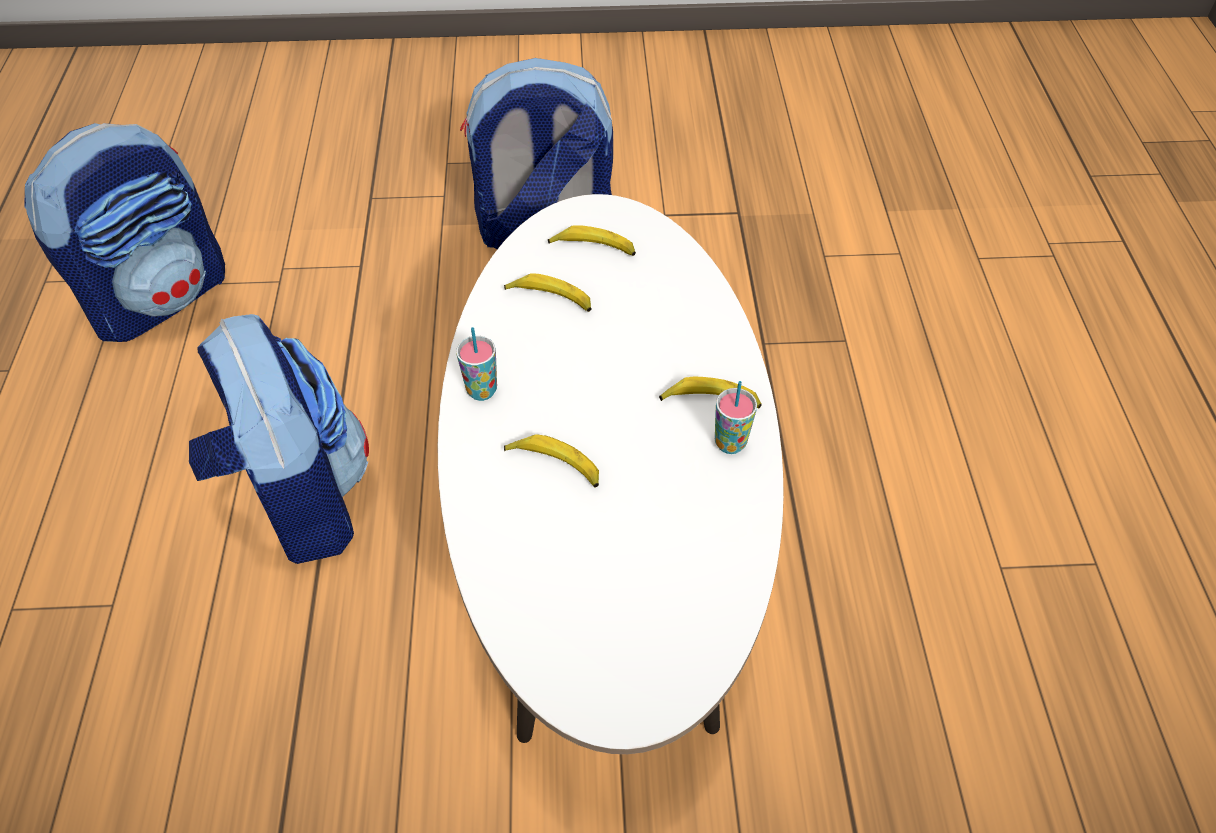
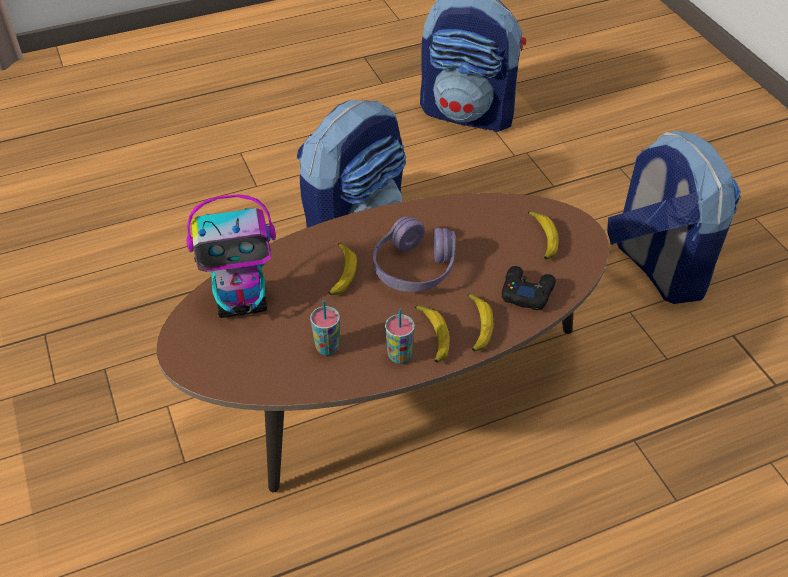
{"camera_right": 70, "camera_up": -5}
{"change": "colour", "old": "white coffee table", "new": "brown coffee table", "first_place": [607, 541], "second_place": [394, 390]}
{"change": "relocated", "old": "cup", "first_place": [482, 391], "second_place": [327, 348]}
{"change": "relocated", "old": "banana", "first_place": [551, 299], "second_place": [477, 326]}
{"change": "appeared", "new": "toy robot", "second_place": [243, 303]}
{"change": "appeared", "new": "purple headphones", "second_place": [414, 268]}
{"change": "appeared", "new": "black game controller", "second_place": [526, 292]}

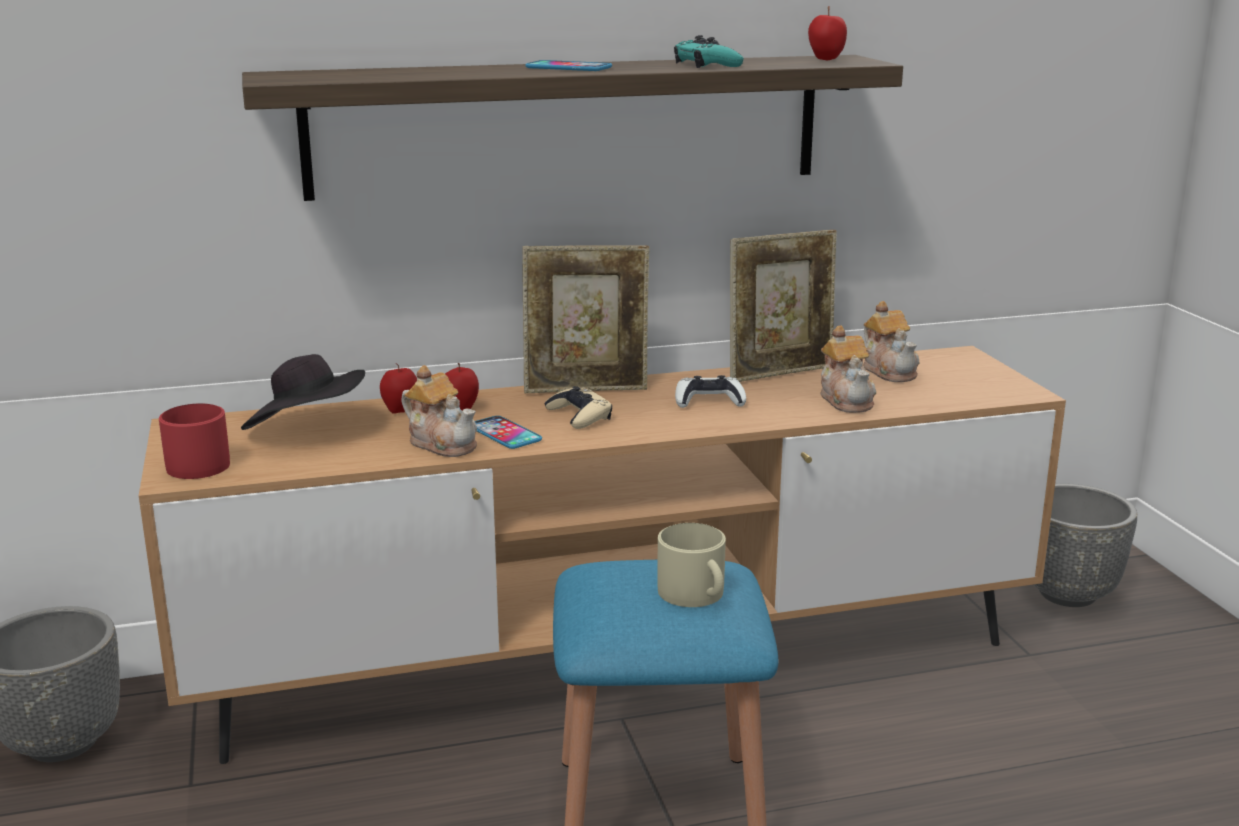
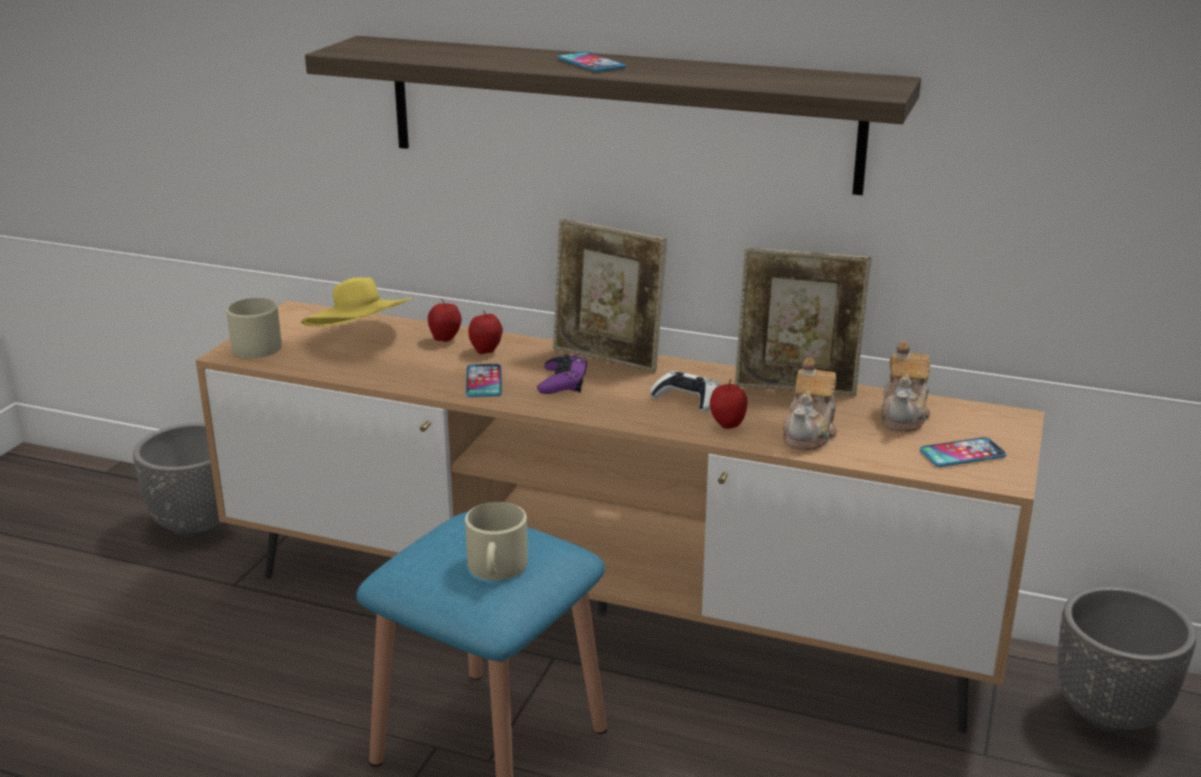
{"camera_right": 35, "camera_up": 5}
{"change": "colour", "old": "red mug", "new": "beige mug", "first_place": [194, 464], "second_place": [257, 345]}
{"change": "colour", "old": "black hat", "new": "yellow hat", "first_place": [308, 431], "second_place": [361, 339]}
{"change": "missing", "old": "teapot", "first_place": [442, 443]}
{"change": "colour", "old": "beige game controller", "new": "purple game controller", "first_place": [579, 416], "second_place": [562, 382]}
{"change": "missing", "old": "turquoise game controller", "first_place": [706, 64]}
{"change": "relocated", "old": "apple", "first_place": [826, 59], "second_place": [727, 426]}
{"change": "appeared", "new": "phone", "second_place": [962, 454]}

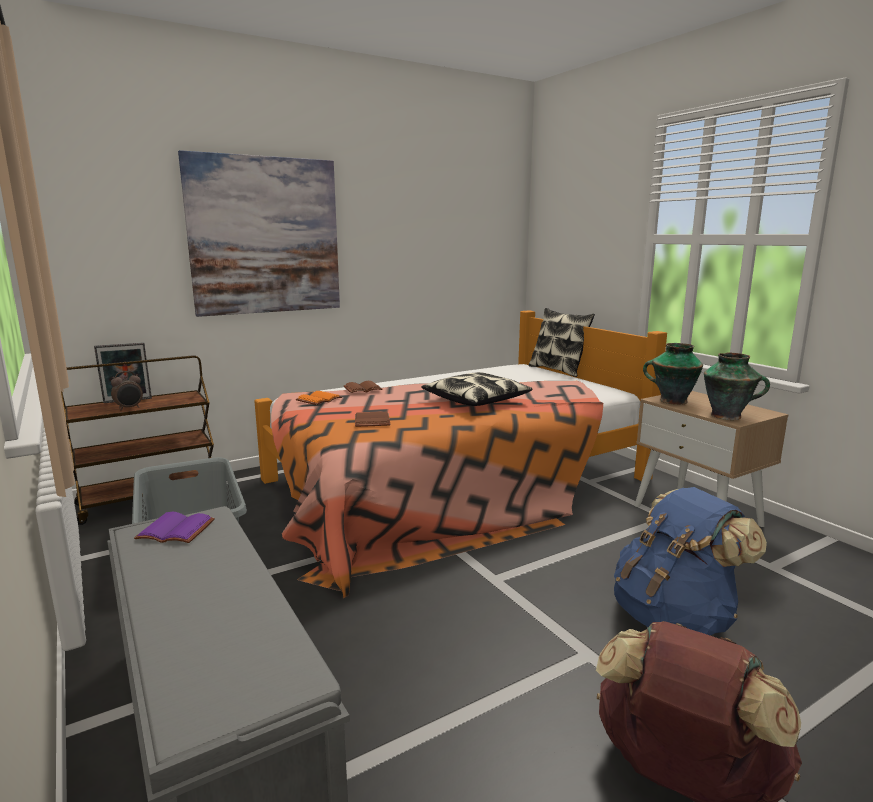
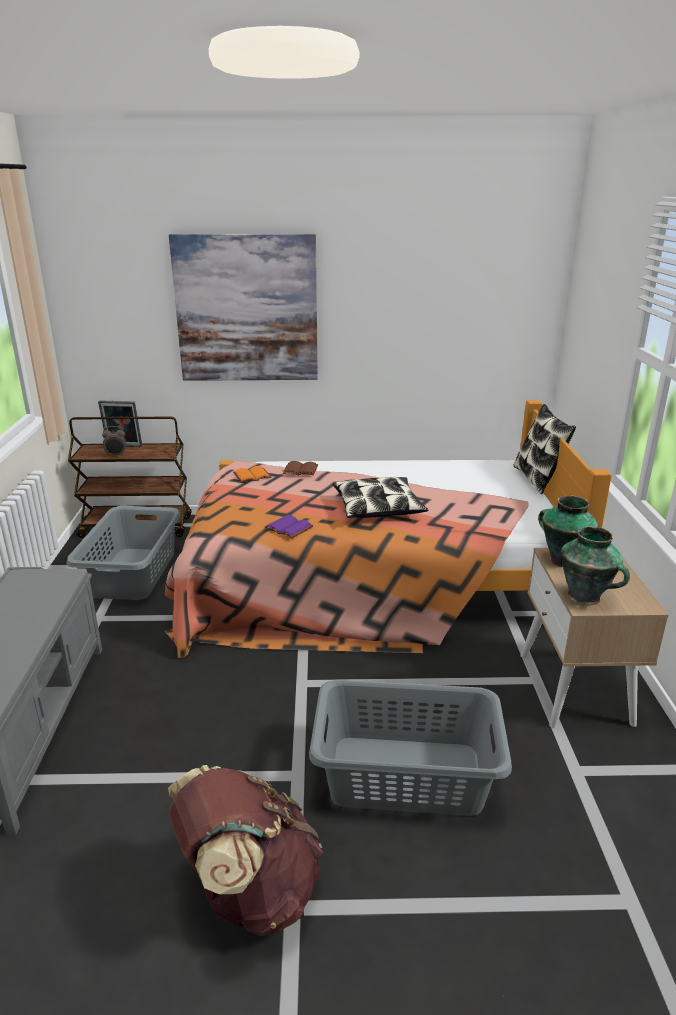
{"camera_right": 30, "camera_up": 10}
{"change": "relocated", "old": "purple book", "first_place": [177, 530], "second_place": [290, 527]}
{"change": "missing", "old": "brown book", "first_place": [373, 421]}
{"change": "exchanged", "old": "blue backpack", "new": "grey laundry basket", "first_place": [674, 617], "second_place": [407, 776]}

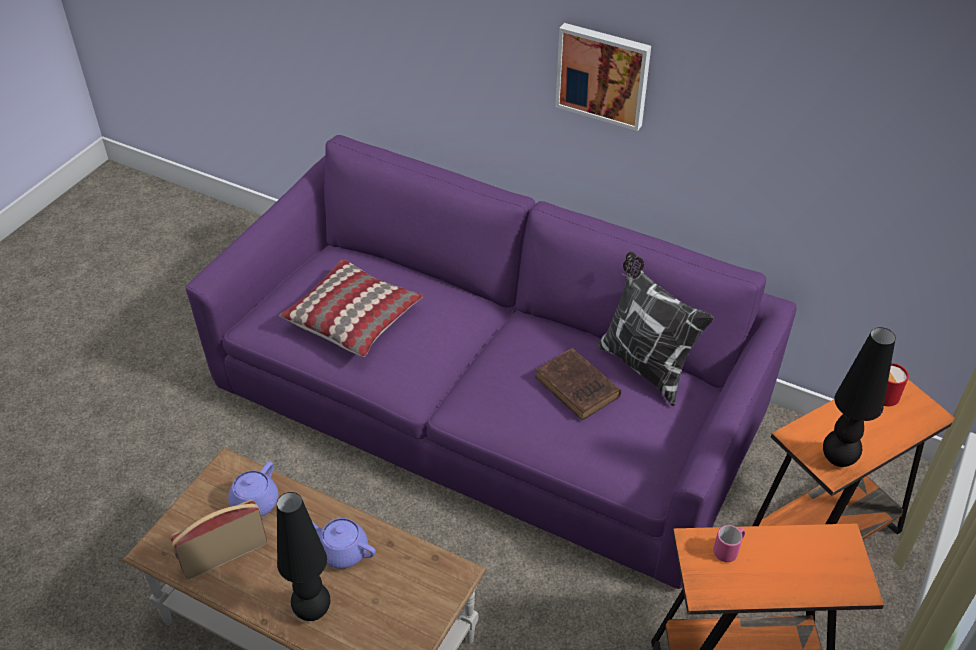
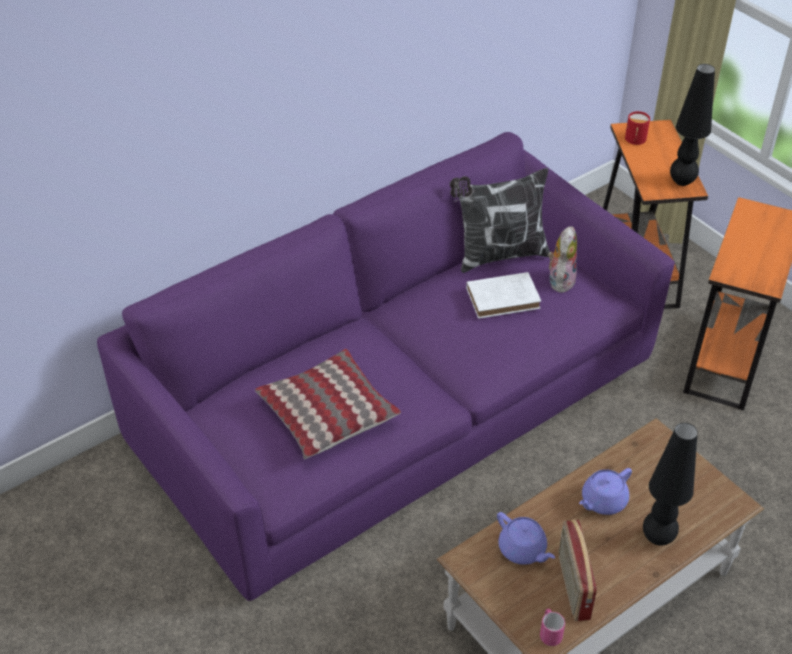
{"camera_right": -65, "camera_up": 0}
{"change": "colour", "old": "brown book", "new": "white book", "first_place": [578, 388], "second_place": [505, 298]}
{"change": "missing", "old": "picture", "first_place": [603, 74]}
{"change": "relocated", "old": "pink mug", "first_place": [728, 550], "second_place": [549, 633]}
{"change": "appeared", "new": "plush toy", "second_place": [560, 280]}

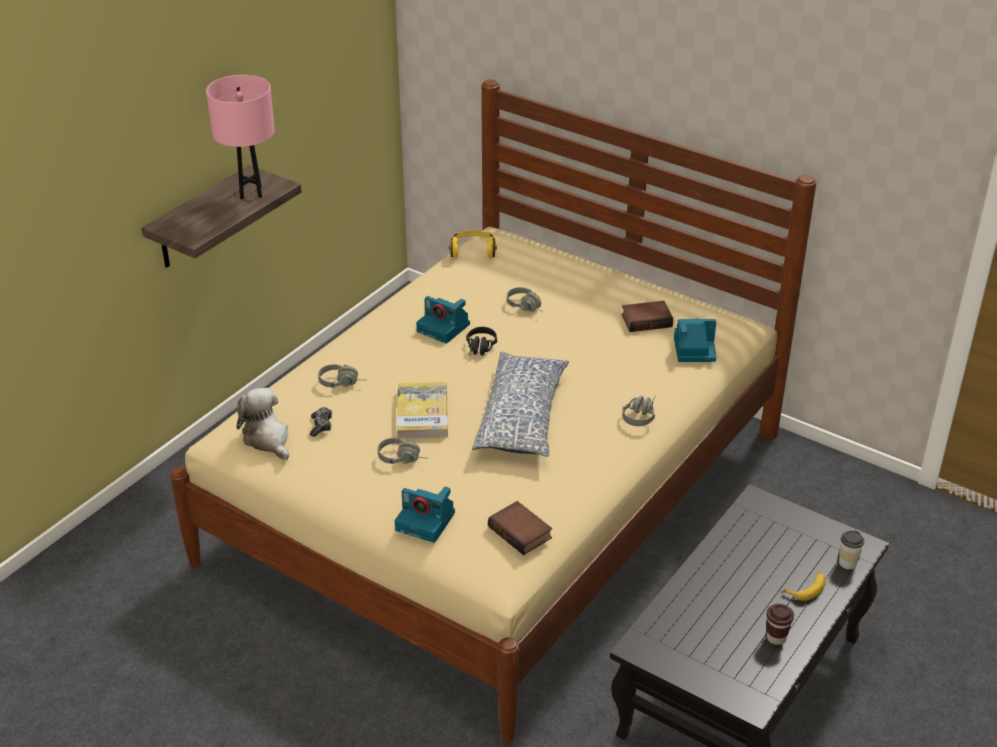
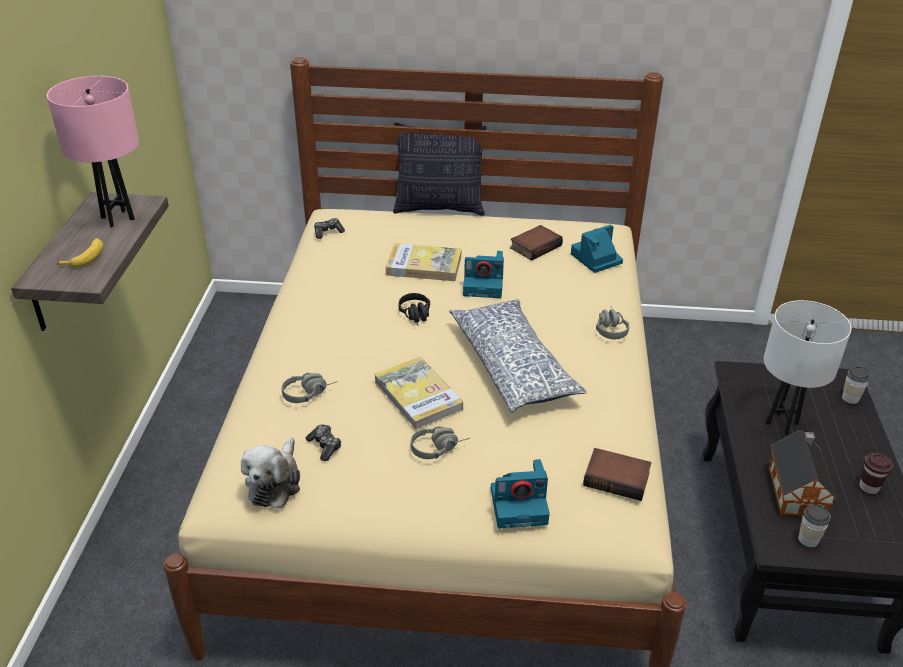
{"camera_right": -30, "camera_up": 0}
{"change": "spun", "old": "plush toy", "first_place": [267, 439], "second_place": [275, 482], "degrees": -105}
{"change": "relocated", "old": "photo camera", "first_place": [444, 328], "second_place": [484, 285]}
{"change": "exchanged", "old": "yellow headphones", "new": "game controller", "first_place": [473, 251], "second_place": [328, 232]}
{"change": "exchanged", "old": "grey headphones", "new": "book", "first_place": [527, 307], "second_place": [424, 265]}
{"change": "relocated", "old": "banana", "first_place": [807, 589], "second_place": [85, 257]}
{"change": "appeared", "new": "pillow", "second_place": [439, 208]}
{"change": "appeared", "new": "white table lamp", "second_place": [781, 424]}
{"change": "appeared", "new": "toy house", "second_place": [796, 490]}
{"change": "appeared", "new": "cup", "second_place": [808, 540]}

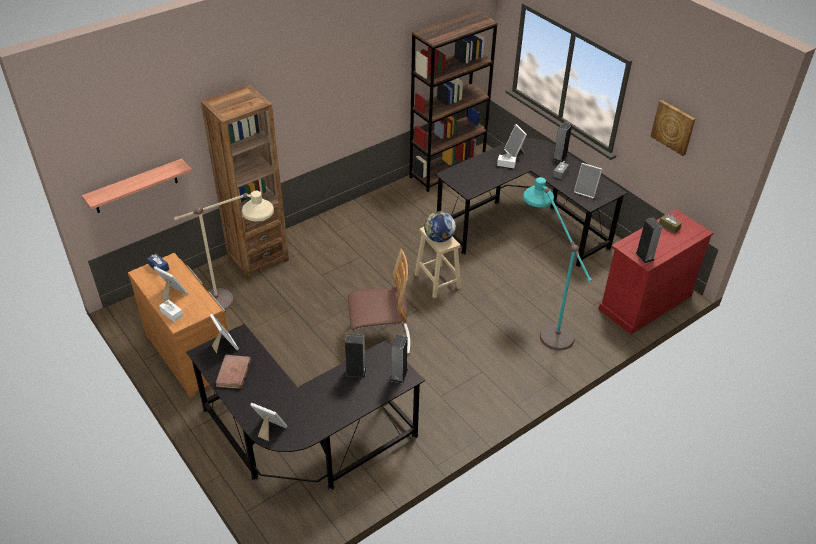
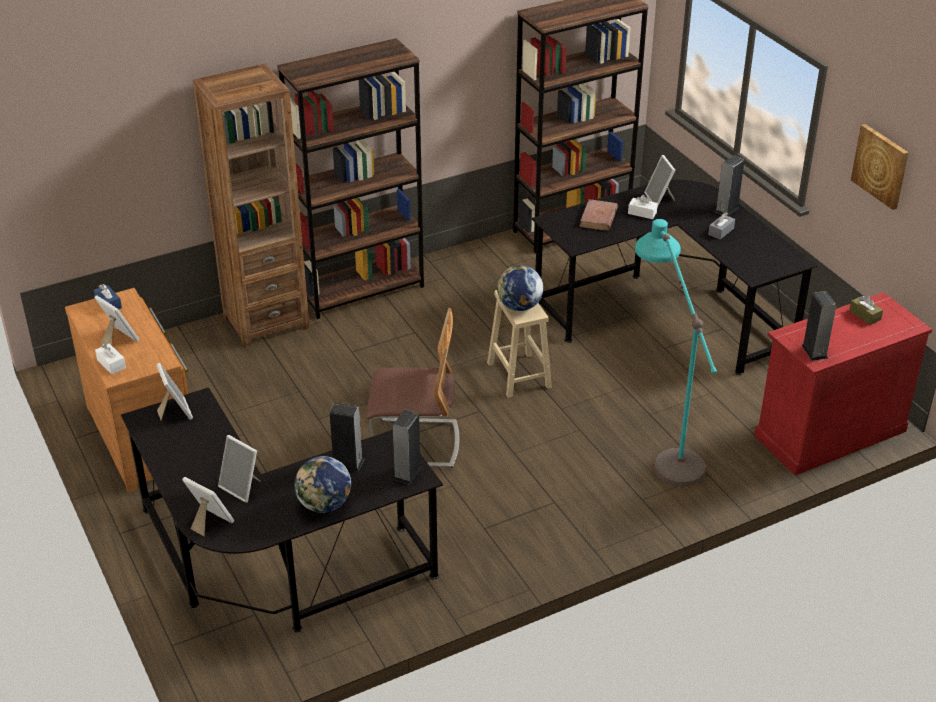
{"camera_right": 10, "camera_up": -5}
{"change": "missing", "old": "shelf", "first_place": [135, 186]}
{"change": "missing", "old": "beige floor lamp", "first_place": [239, 306]}
{"change": "relocated", "old": "brown book", "first_place": [233, 373], "second_place": [598, 218]}
{"change": "relocated", "old": "picture frame", "first_place": [586, 191], "second_place": [242, 487]}
{"change": "appeared", "new": "brown bookcase", "second_place": [361, 290]}
{"change": "appeared", "new": "globe", "second_place": [324, 505]}

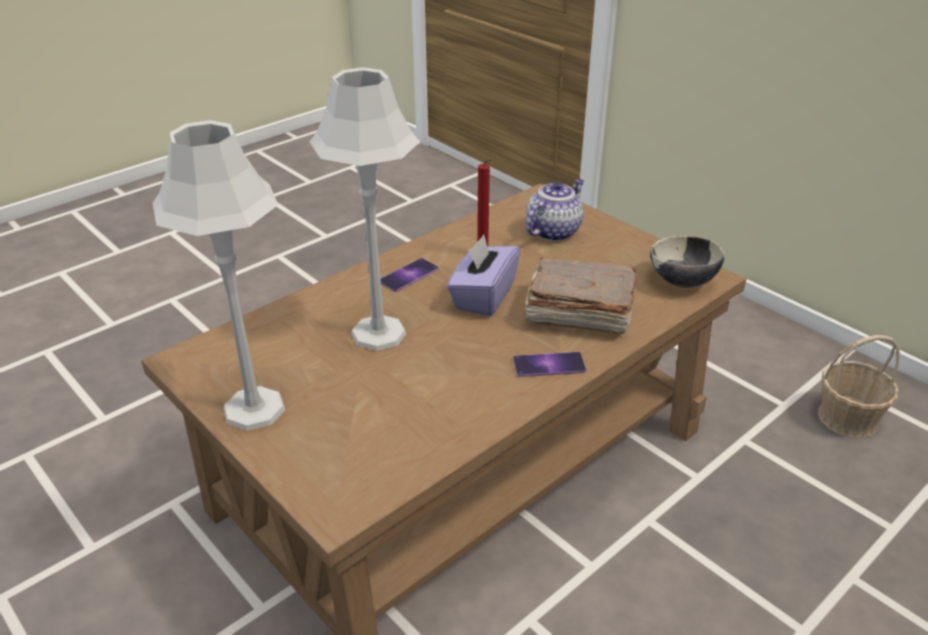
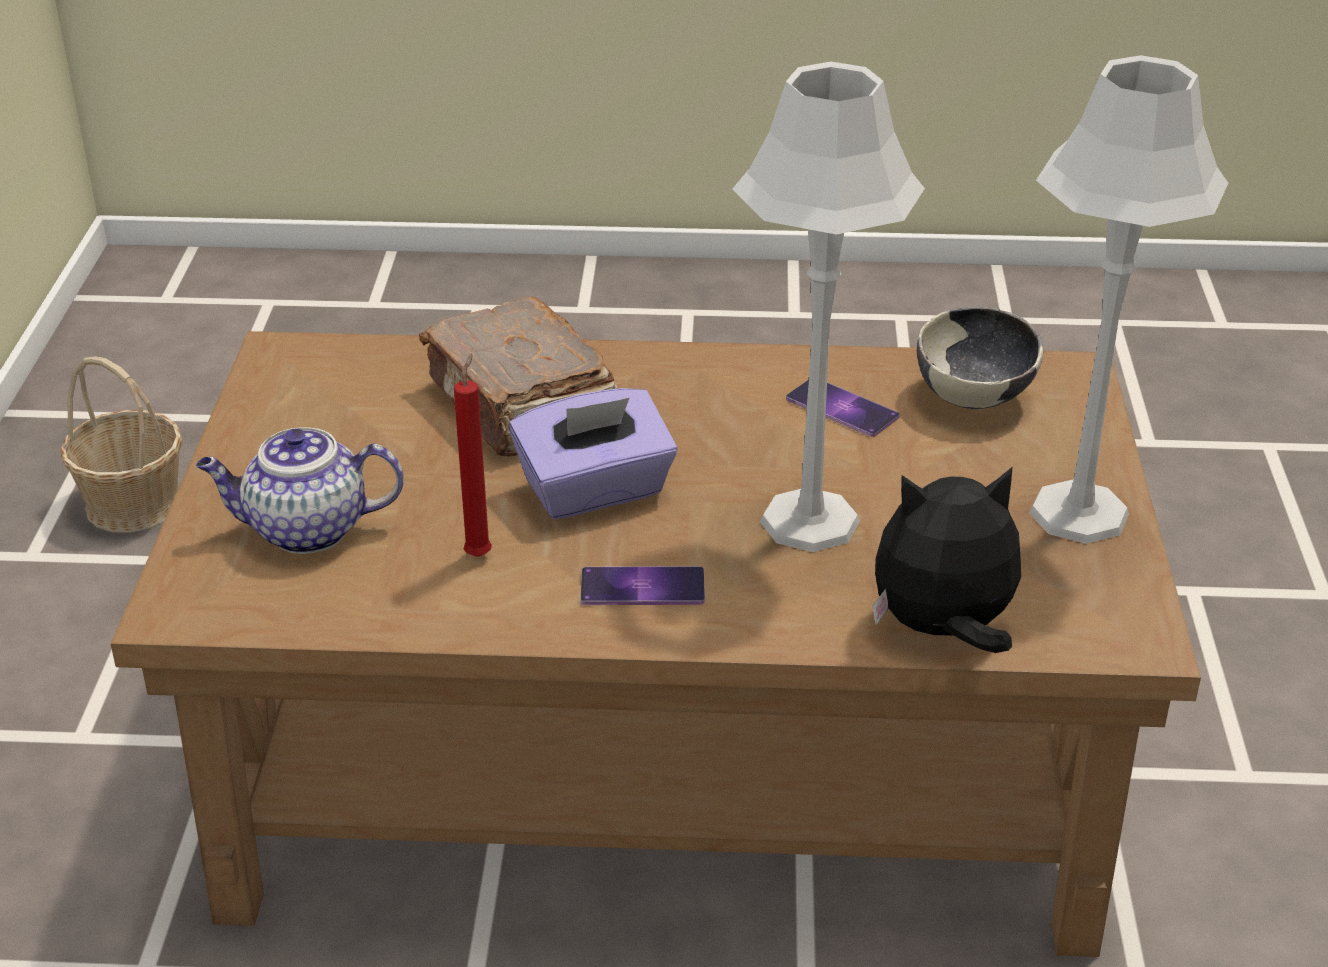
{"camera_right": -135, "camera_up": 0}
{"change": "relocated", "old": "phone", "first_place": [549, 365], "second_place": [842, 408]}
{"change": "relocated", "old": "bowl", "first_place": [682, 282], "second_place": [974, 397]}
{"change": "appeared", "new": "plush toy", "second_place": [943, 630]}

